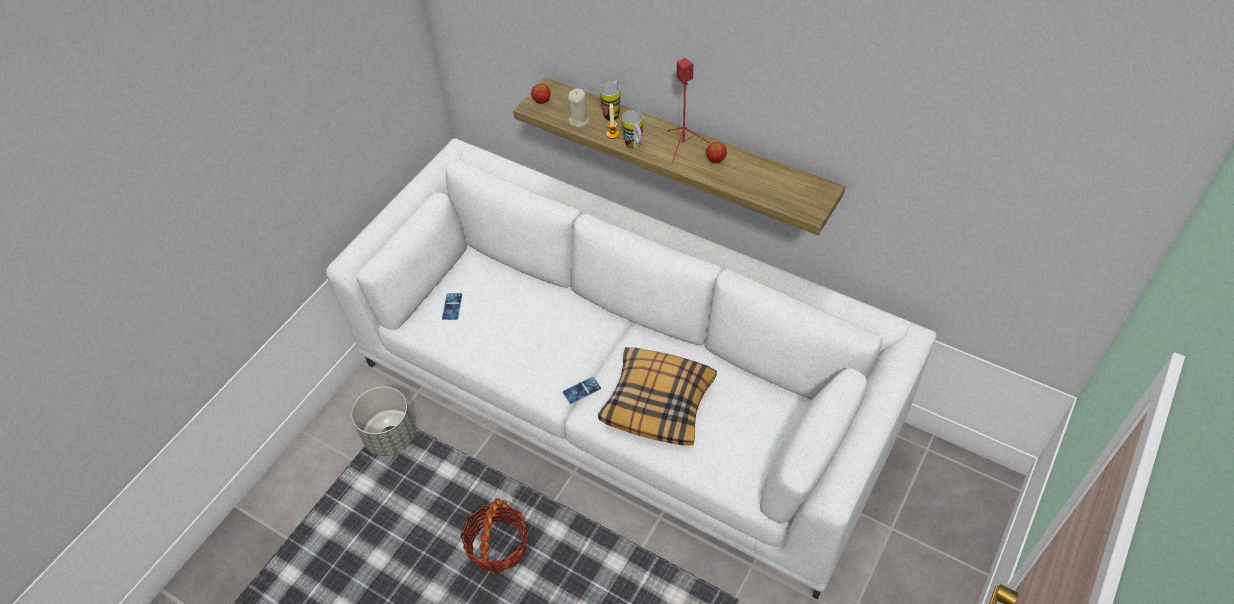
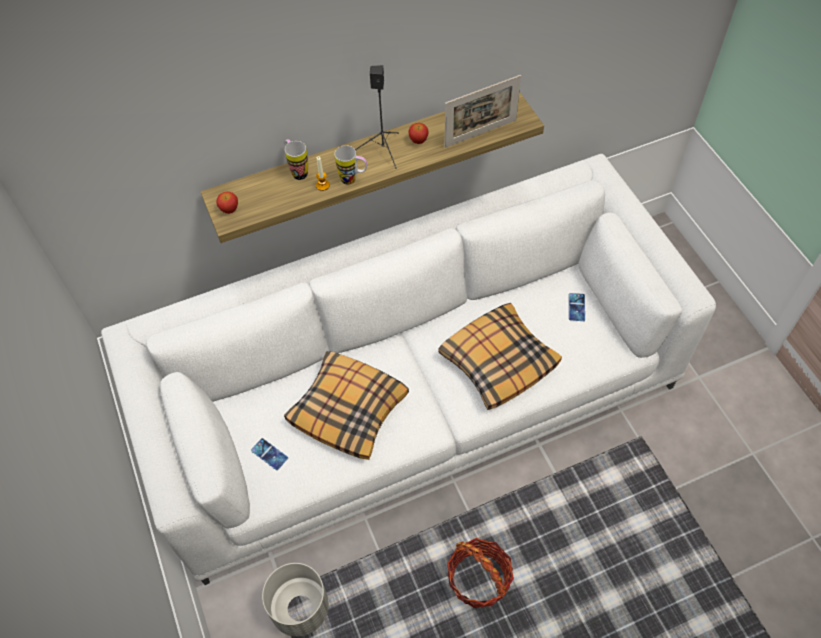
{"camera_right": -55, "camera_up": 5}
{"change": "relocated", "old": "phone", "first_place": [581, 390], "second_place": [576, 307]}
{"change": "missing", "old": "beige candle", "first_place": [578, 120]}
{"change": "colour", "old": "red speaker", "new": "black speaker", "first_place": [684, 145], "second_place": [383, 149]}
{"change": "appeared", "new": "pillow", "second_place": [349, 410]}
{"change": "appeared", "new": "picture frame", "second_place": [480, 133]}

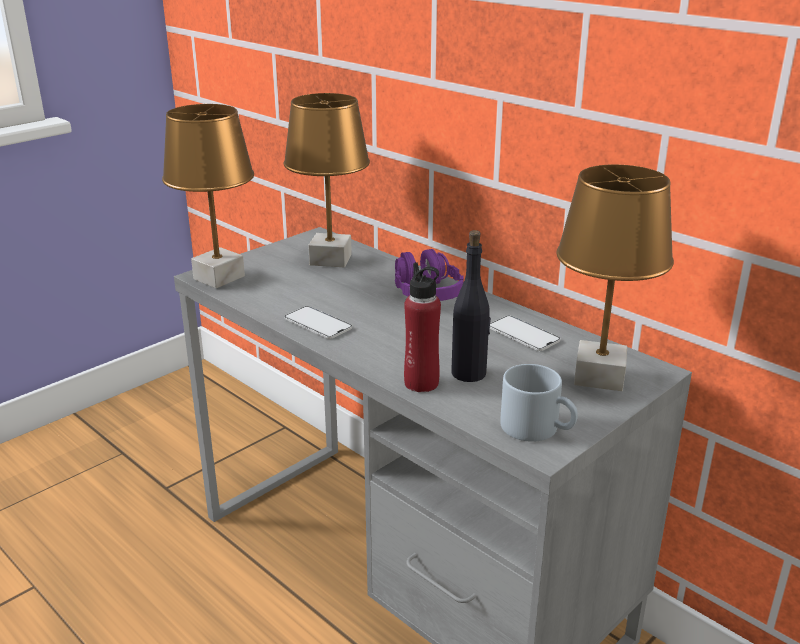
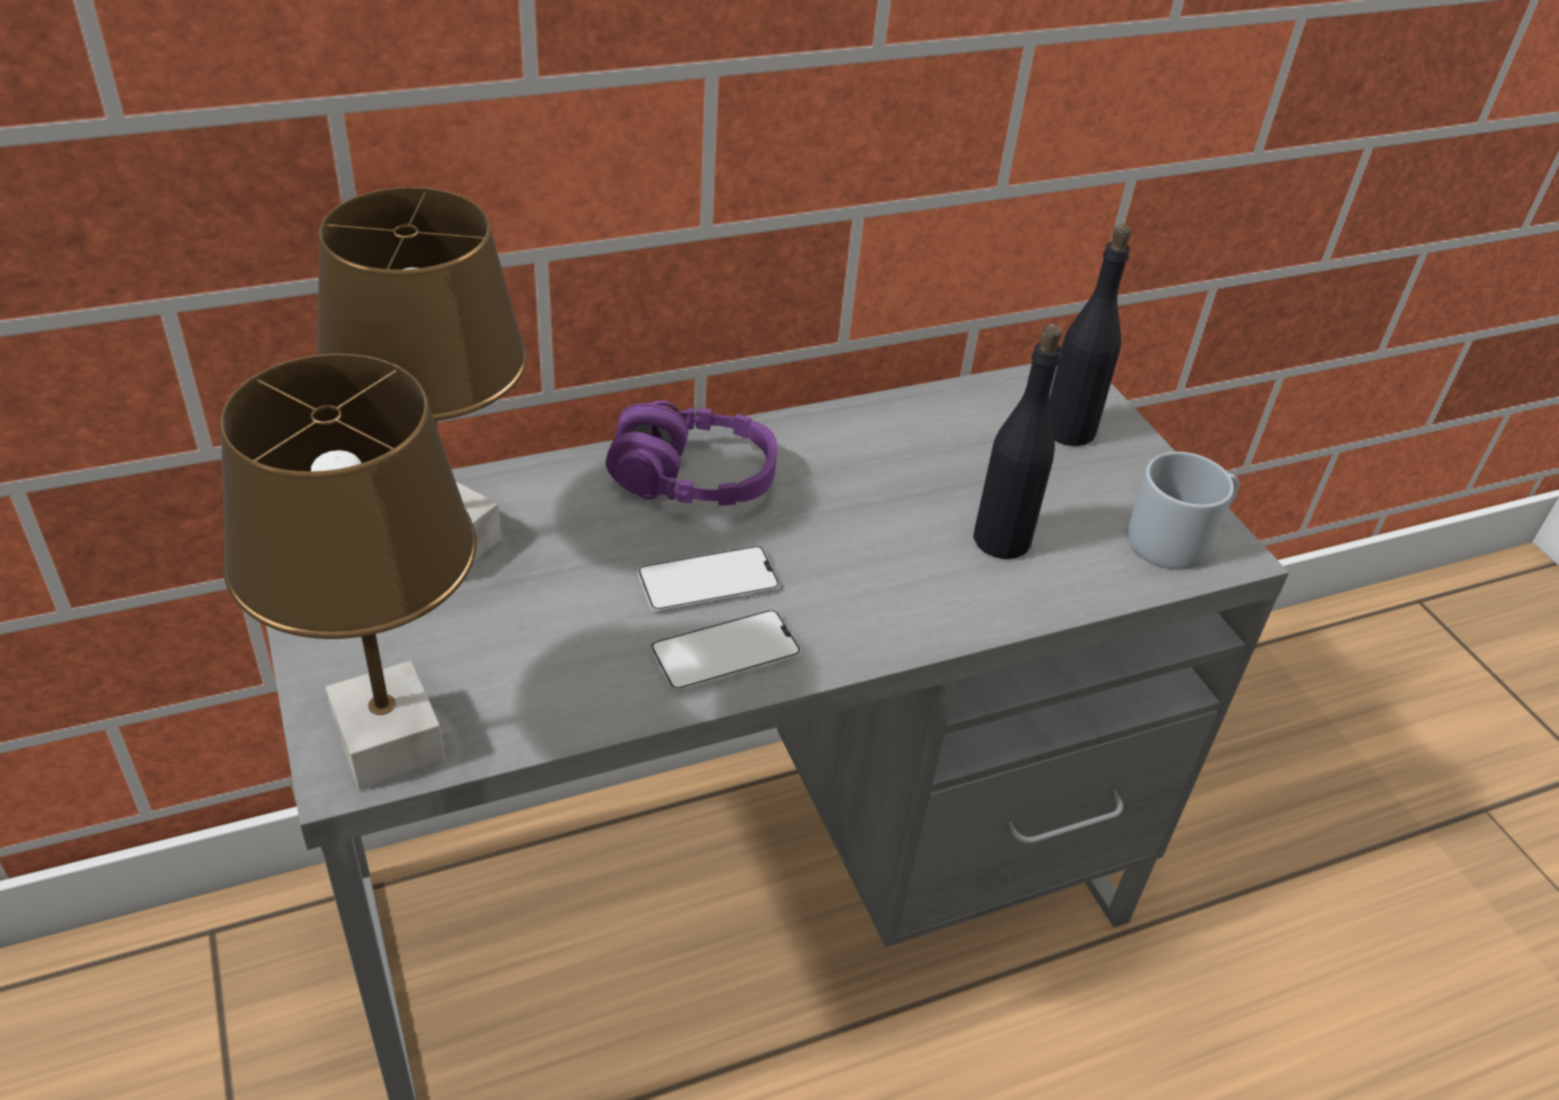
{"camera_right": -70, "camera_up": 15}
{"change": "missing", "old": "red bottle", "first_place": [421, 383]}
{"change": "relocated", "old": "phone", "first_place": [523, 334], "second_place": [708, 581]}
{"change": "exchanged", "old": "brown table lamp", "new": "black bottle", "first_place": [598, 377], "second_place": [1068, 430]}

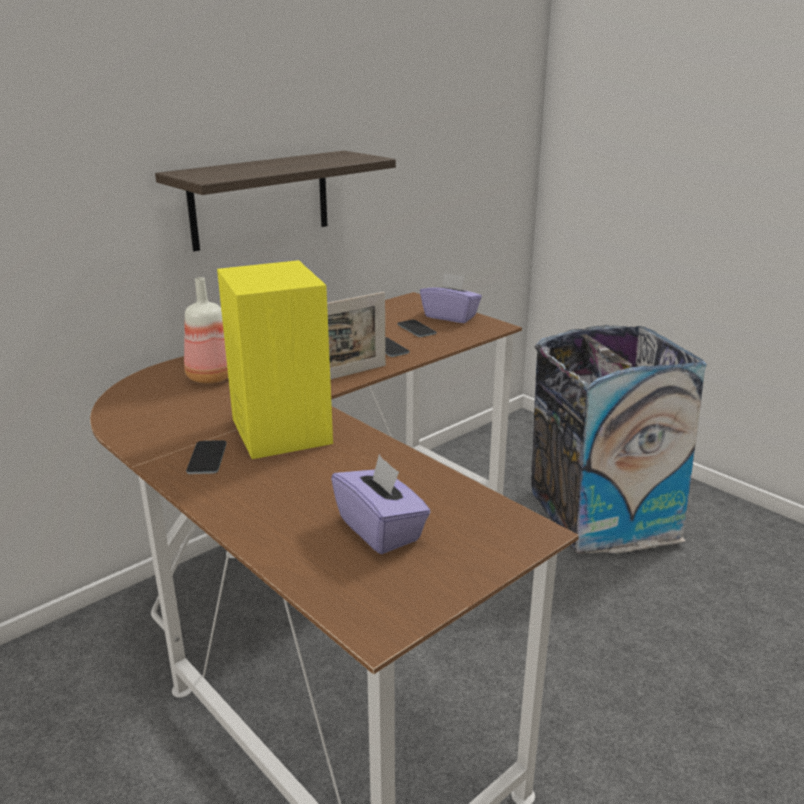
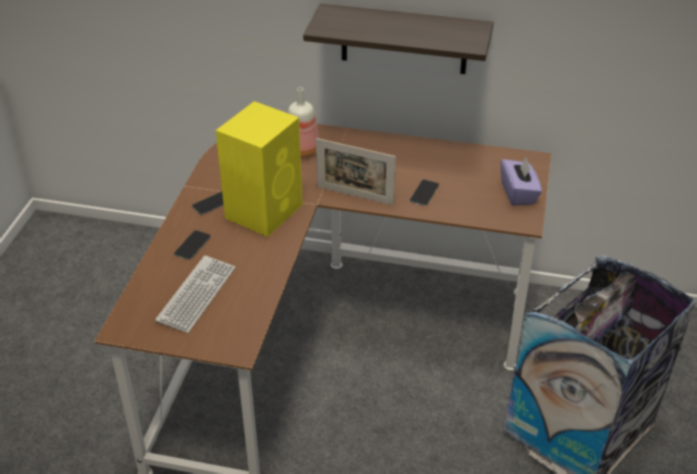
{"camera_right": 55, "camera_up": 15}
{"change": "exchanged", "old": "purple tissue box", "new": "keyboard", "first_place": [380, 529], "second_place": [196, 295]}
{"change": "relocated", "old": "phone", "first_place": [416, 329], "second_place": [192, 245]}

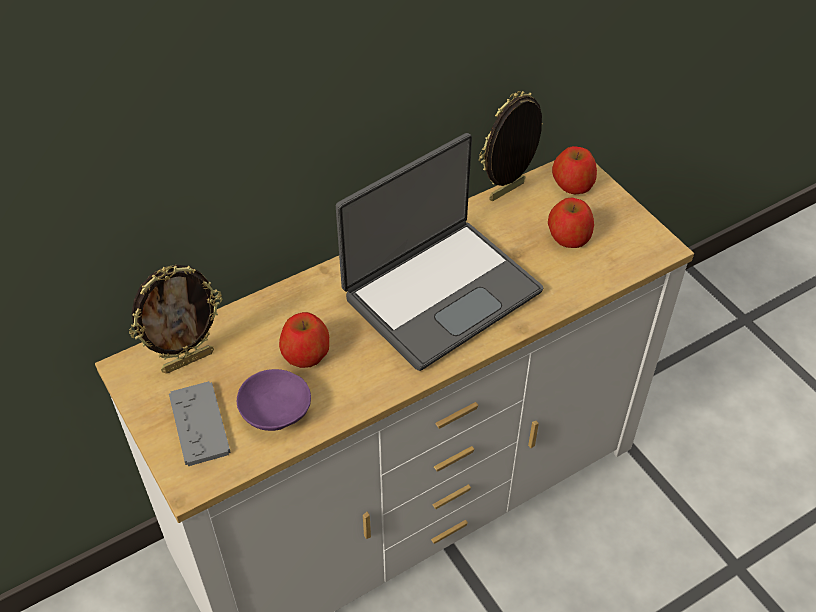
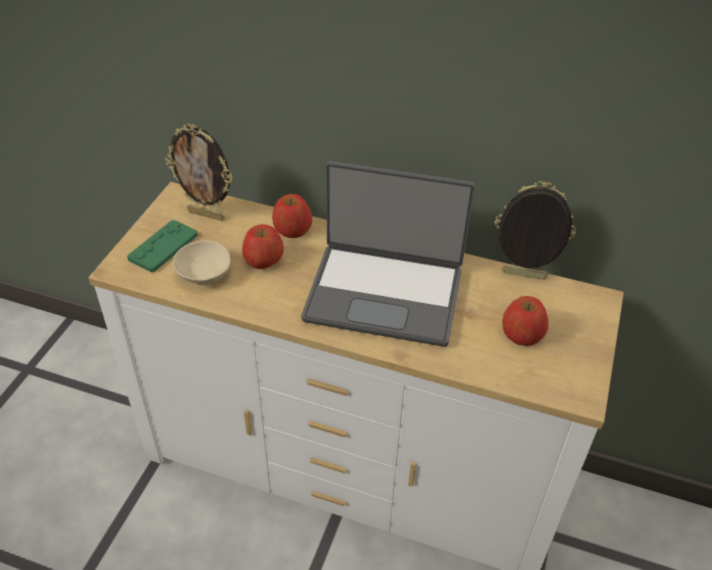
{"camera_right": 50, "camera_up": -5}
{"change": "colour", "old": "grey game controller", "new": "green game controller", "first_place": [199, 424], "second_place": [163, 247]}
{"change": "colour", "old": "purple bowl", "new": "beige bowl", "first_place": [277, 409], "second_place": [205, 273]}
{"change": "relocated", "old": "apple", "first_place": [572, 184], "second_place": [293, 228]}

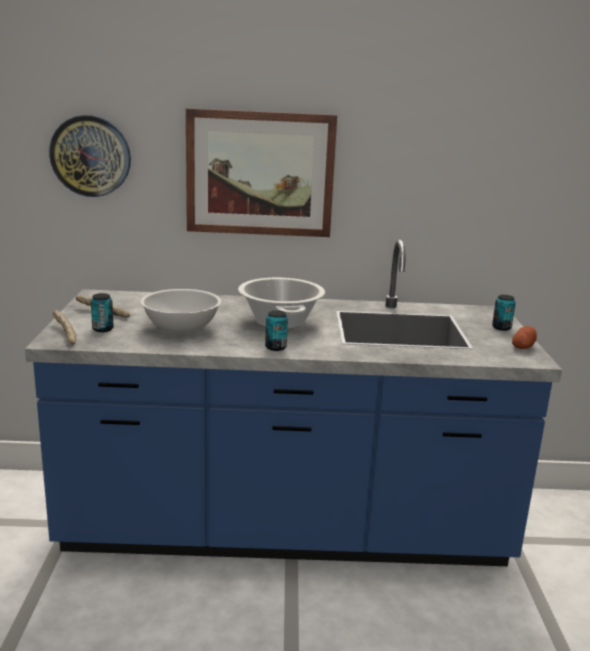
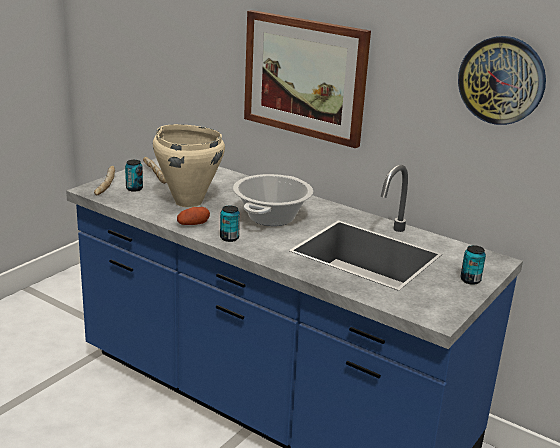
{"camera_right": 35, "camera_up": 5}
{"change": "relocated", "old": "wall clock", "first_place": [91, 156], "second_place": [501, 80]}
{"change": "exchanged", "old": "white bowl", "new": "beige cooking pot", "first_place": [181, 327], "second_place": [188, 202]}
{"change": "relocated", "old": "potato", "first_place": [523, 347], "second_place": [193, 224]}

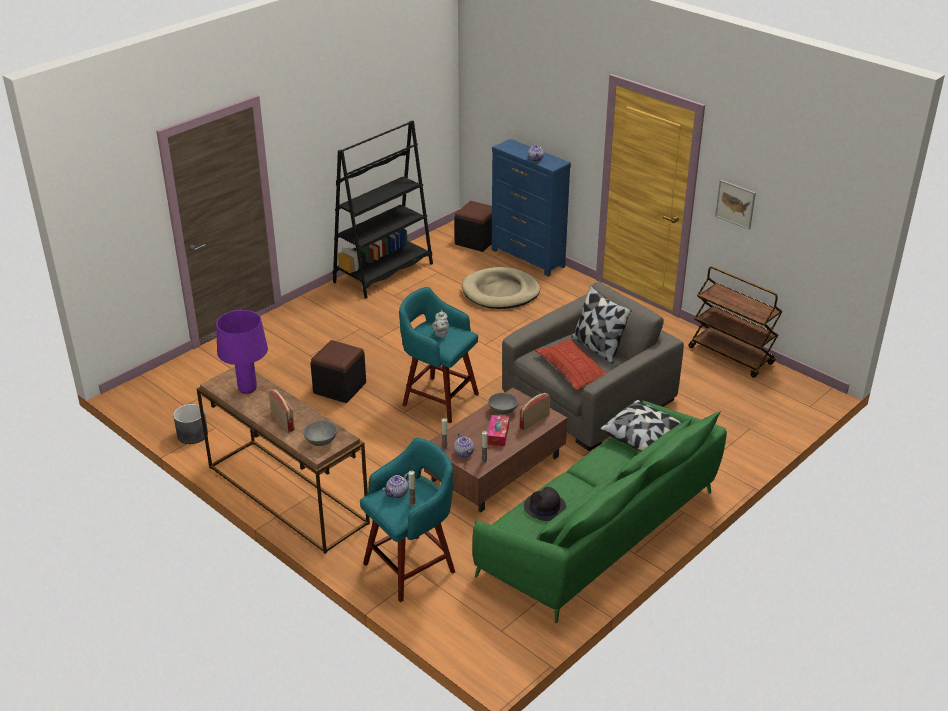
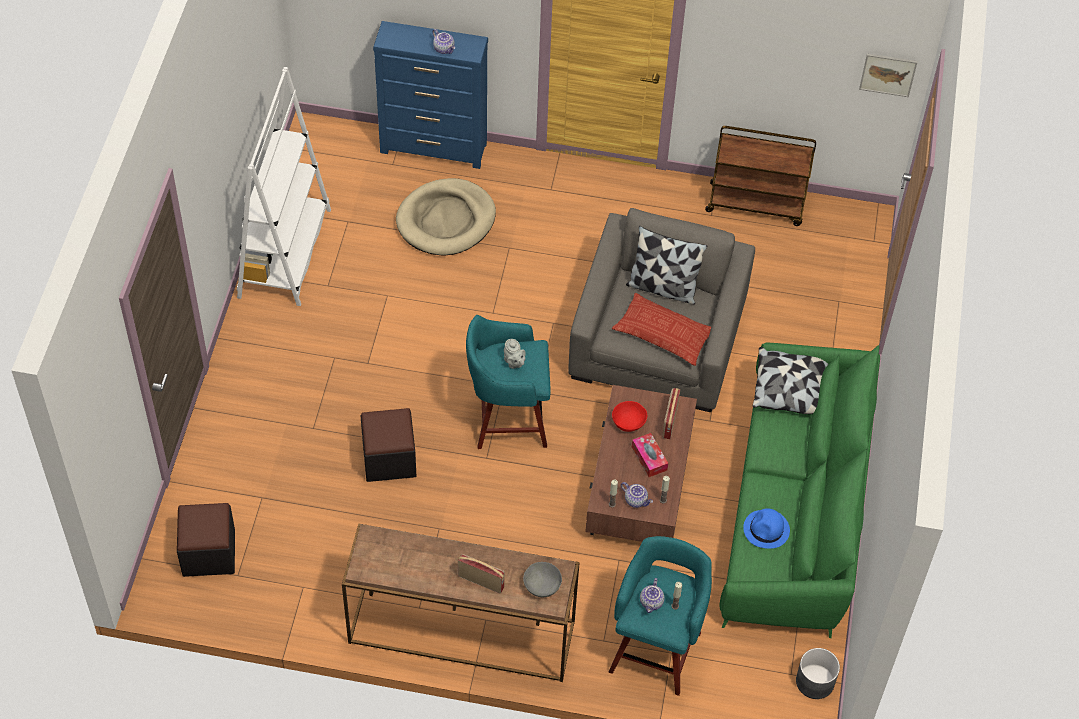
{"camera_right": -35, "camera_up": 20}
{"change": "relocated", "old": "grey planter", "first_place": [192, 435], "second_place": [815, 682]}
{"change": "missing", "old": "purple table lamp", "first_place": [248, 389]}
{"change": "colour", "old": "black bookcase", "new": "white bookcase", "first_place": [383, 273], "second_place": [285, 253]}
{"change": "relocated", "old": "black ottoman", "first_place": [476, 241], "second_place": [209, 553]}
{"change": "colour", "old": "grey bowl", "new": "red bowl", "first_place": [503, 410], "second_place": [628, 423]}
{"change": "colour", "old": "black hat", "new": "blue hat", "first_place": [544, 507], "second_place": [766, 530]}
{"change": "relocated", "old": "picture", "first_place": [735, 204], "second_place": [888, 74]}

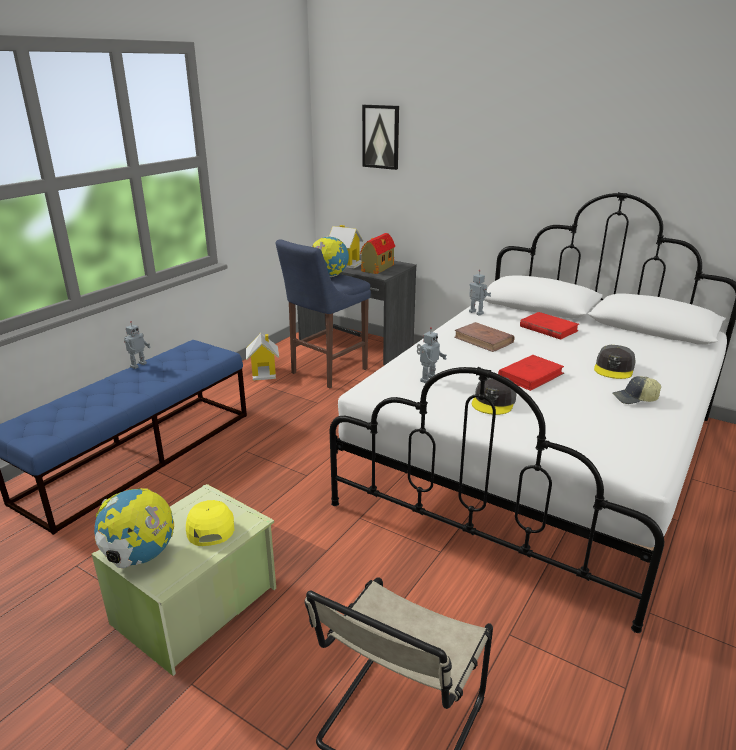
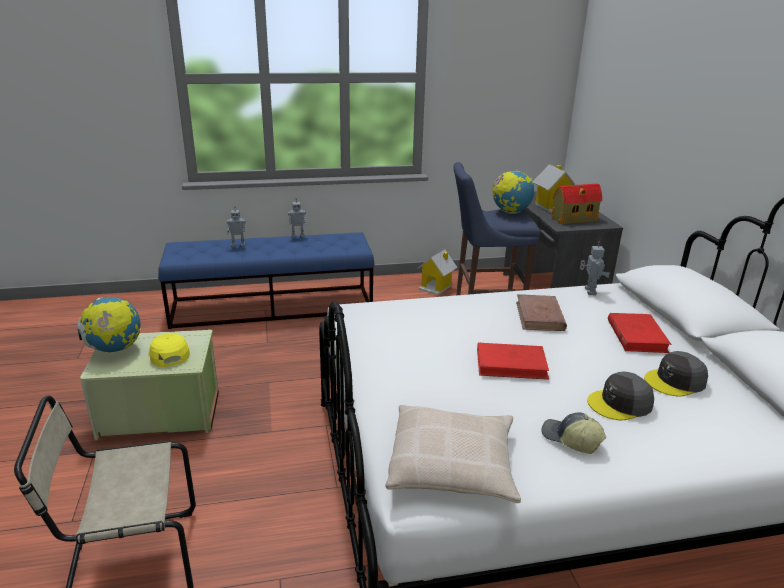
{"camera_right": 45, "camera_up": 0}
{"change": "spun", "old": "yellow cap", "first_place": [210, 526], "second_place": [168, 354], "degrees": -60}
{"change": "missing", "old": "picture", "first_place": [381, 137]}
{"change": "relocated", "old": "toy robot", "first_place": [427, 379], "second_place": [238, 245]}
{"change": "relocated", "old": "grey cap", "first_place": [494, 401], "second_place": [675, 381]}
{"change": "appeared", "new": "beige pillow", "second_place": [452, 464]}

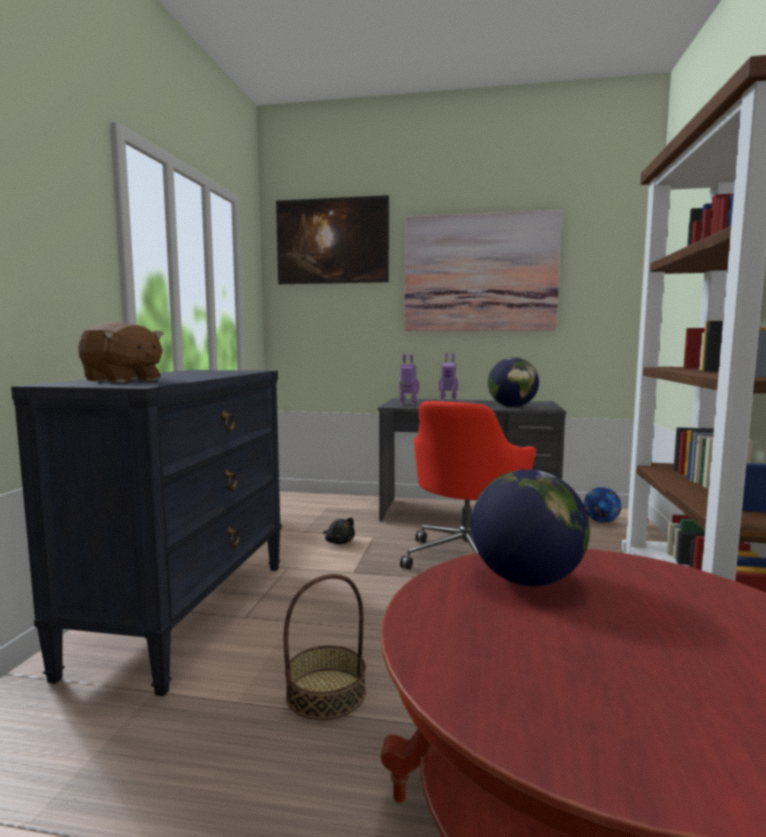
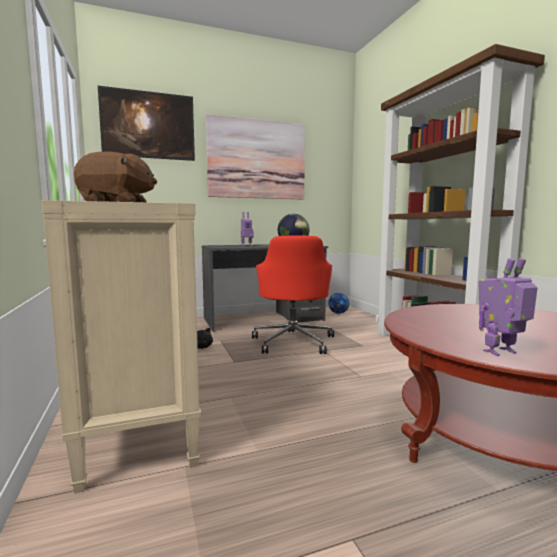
{"camera_right": -30, "camera_up": 0}
{"change": "colour", "old": "black dresser", "new": "beige dresser", "first_place": [186, 613], "second_place": [139, 412]}
{"change": "missing", "old": "basket", "first_place": [326, 693]}
{"change": "relocated", "old": "toy robot", "first_place": [408, 405], "second_place": [501, 352]}
{"change": "missing", "old": "globe", "first_place": [526, 580]}

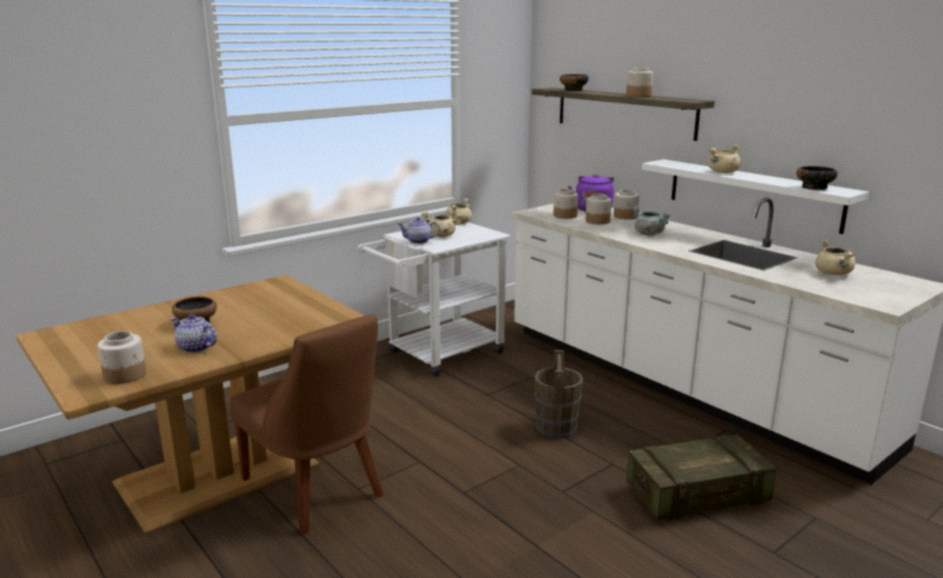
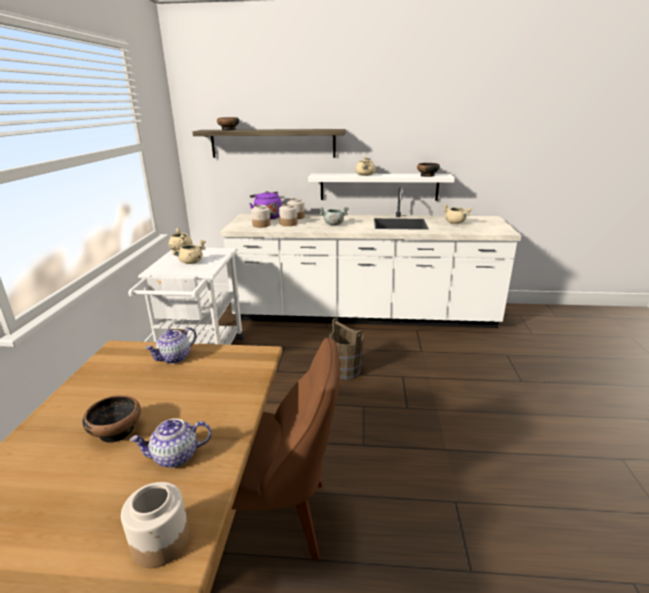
{"camera_right": -45, "camera_up": 5}
{"change": "relocated", "old": "teapot", "first_place": [418, 241], "second_place": [175, 358]}
{"change": "missing", "old": "jar", "first_place": [639, 96]}
{"change": "missing", "old": "crate", "first_place": [697, 495]}

